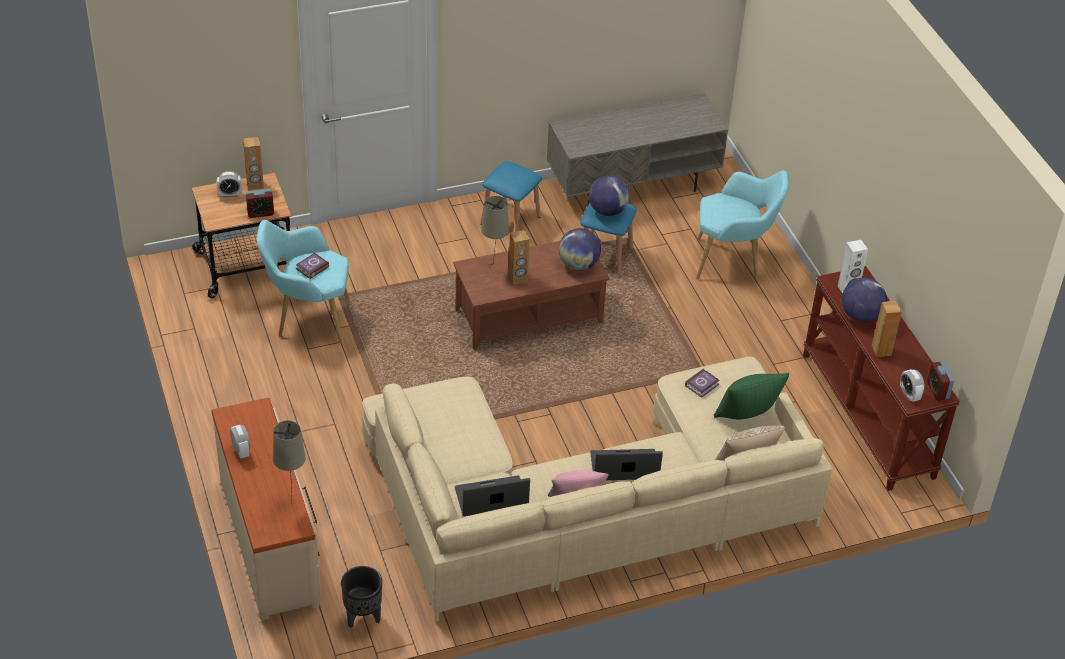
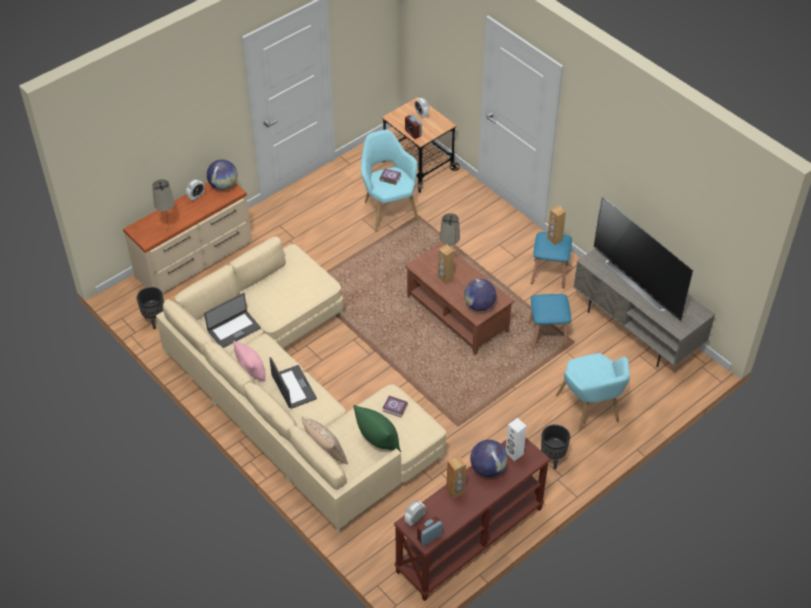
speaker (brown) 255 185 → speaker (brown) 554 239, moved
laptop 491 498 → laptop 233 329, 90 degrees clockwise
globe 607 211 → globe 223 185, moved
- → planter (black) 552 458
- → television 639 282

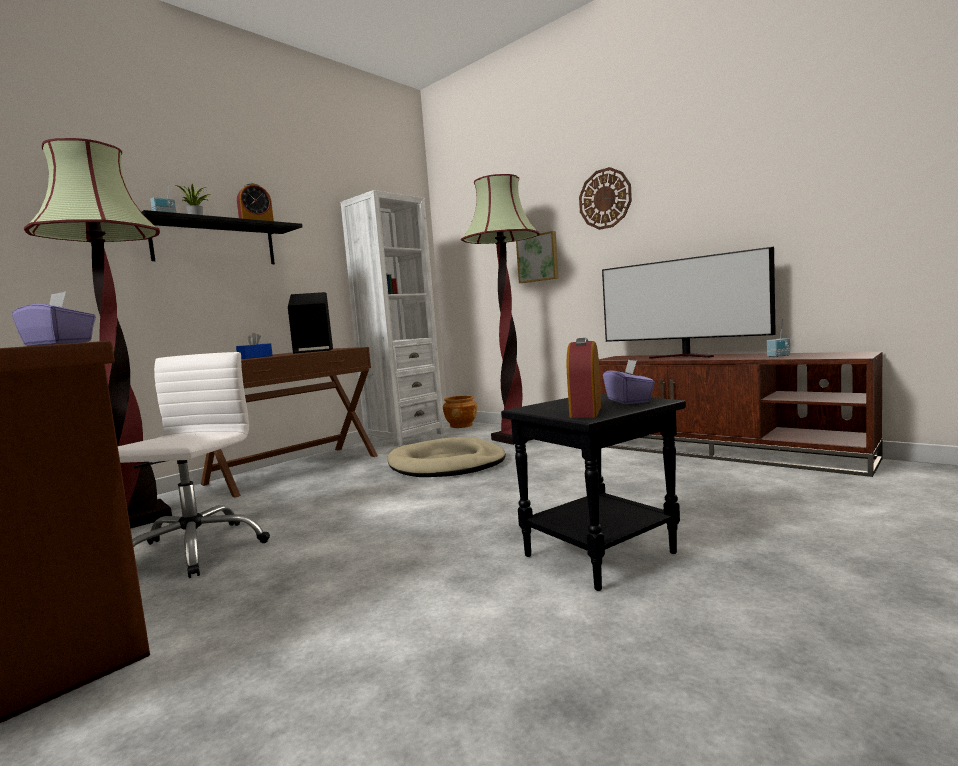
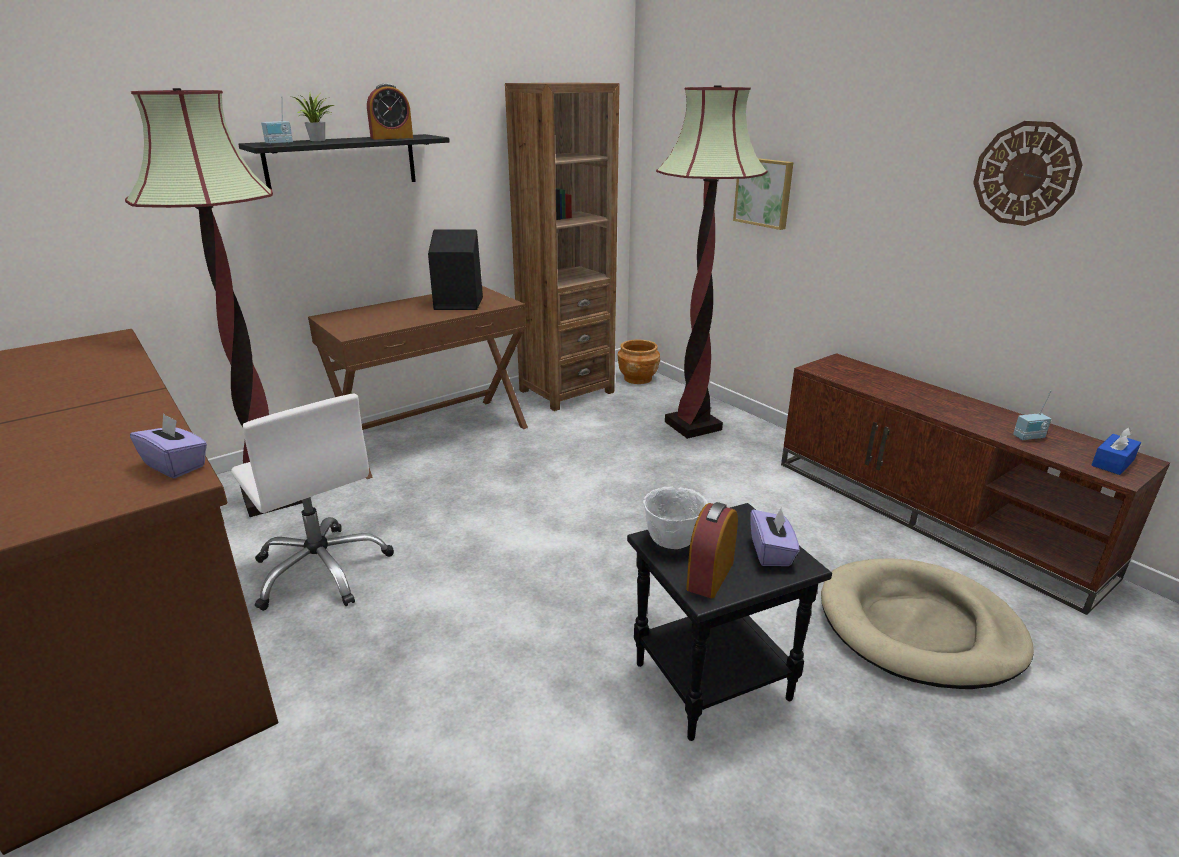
office chair (white) 194 550 → office chair (white) 322 569, 120 degrees clockwise
tissue box (blue) 255 357 → tissue box (blue) 1112 462, moved
bookcase (white) 405 437 → bookcase (brown) 566 391
dog bed (beige) 447 464 → dog bed (beige) 919 628, moved
wall clock 605 199 → wall clock 1025 174, moved
television 685 357 → -
- → bowl (white) 673 540

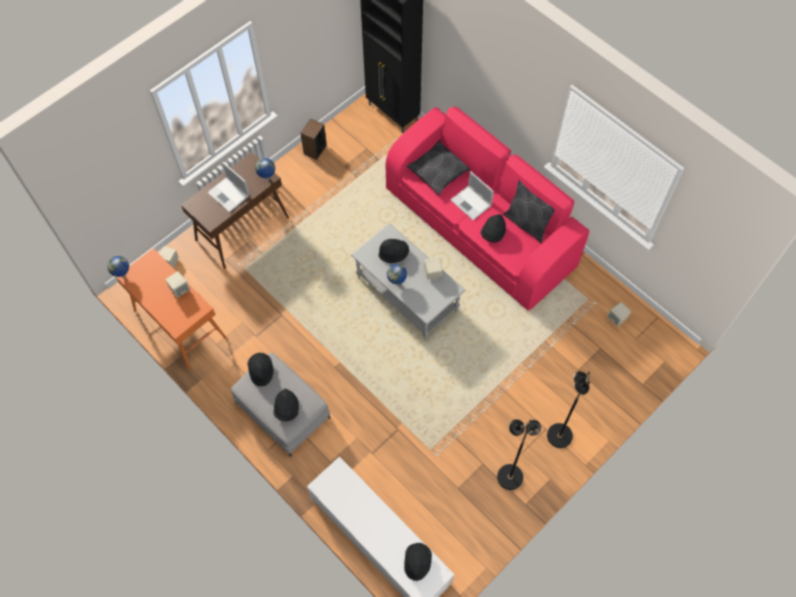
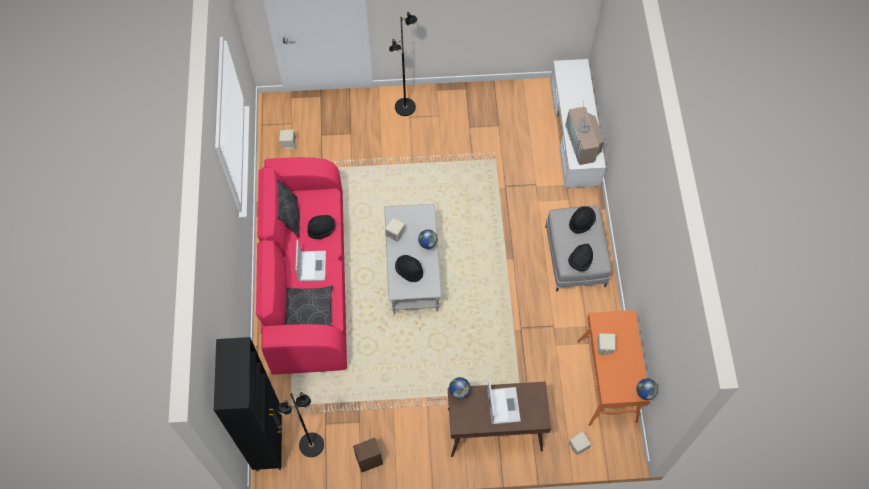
hat (black) 417 562 → -
floor lamp (black) 509 476 → floor lamp (black) 311 445, moved
- → television 583 143

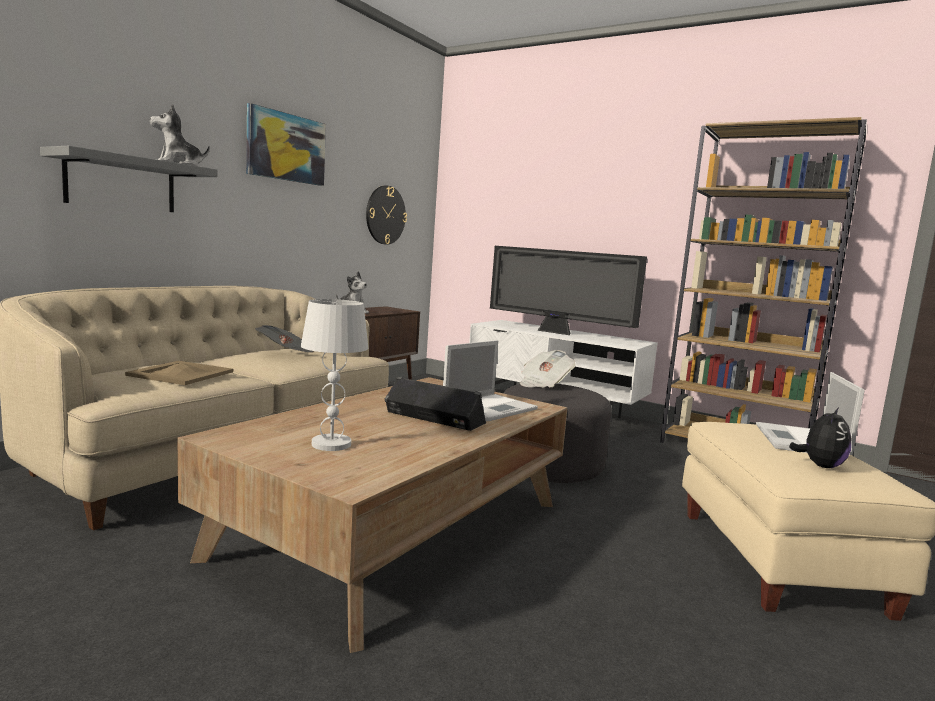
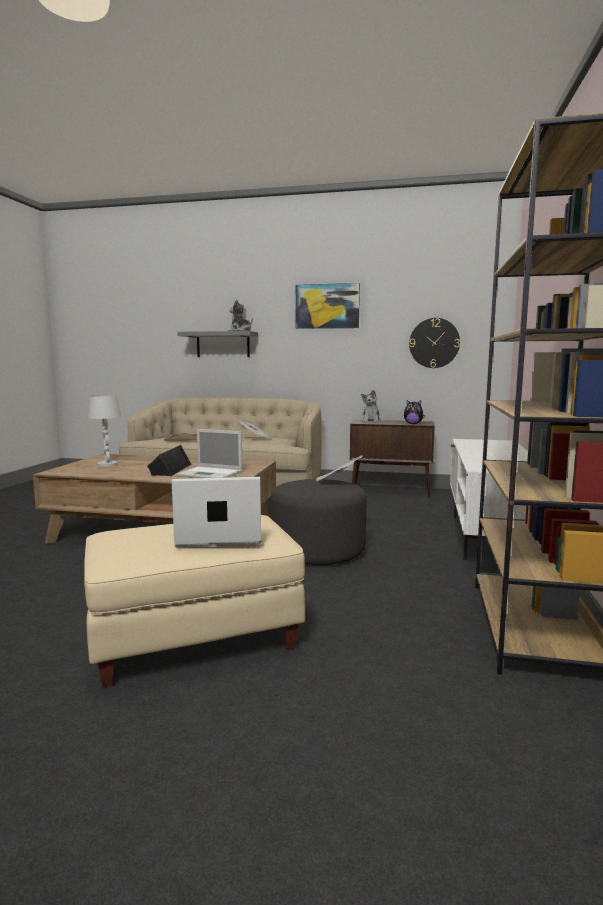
television 557 332 → -
plush toy 820 466 → plush toy 413 424, moved

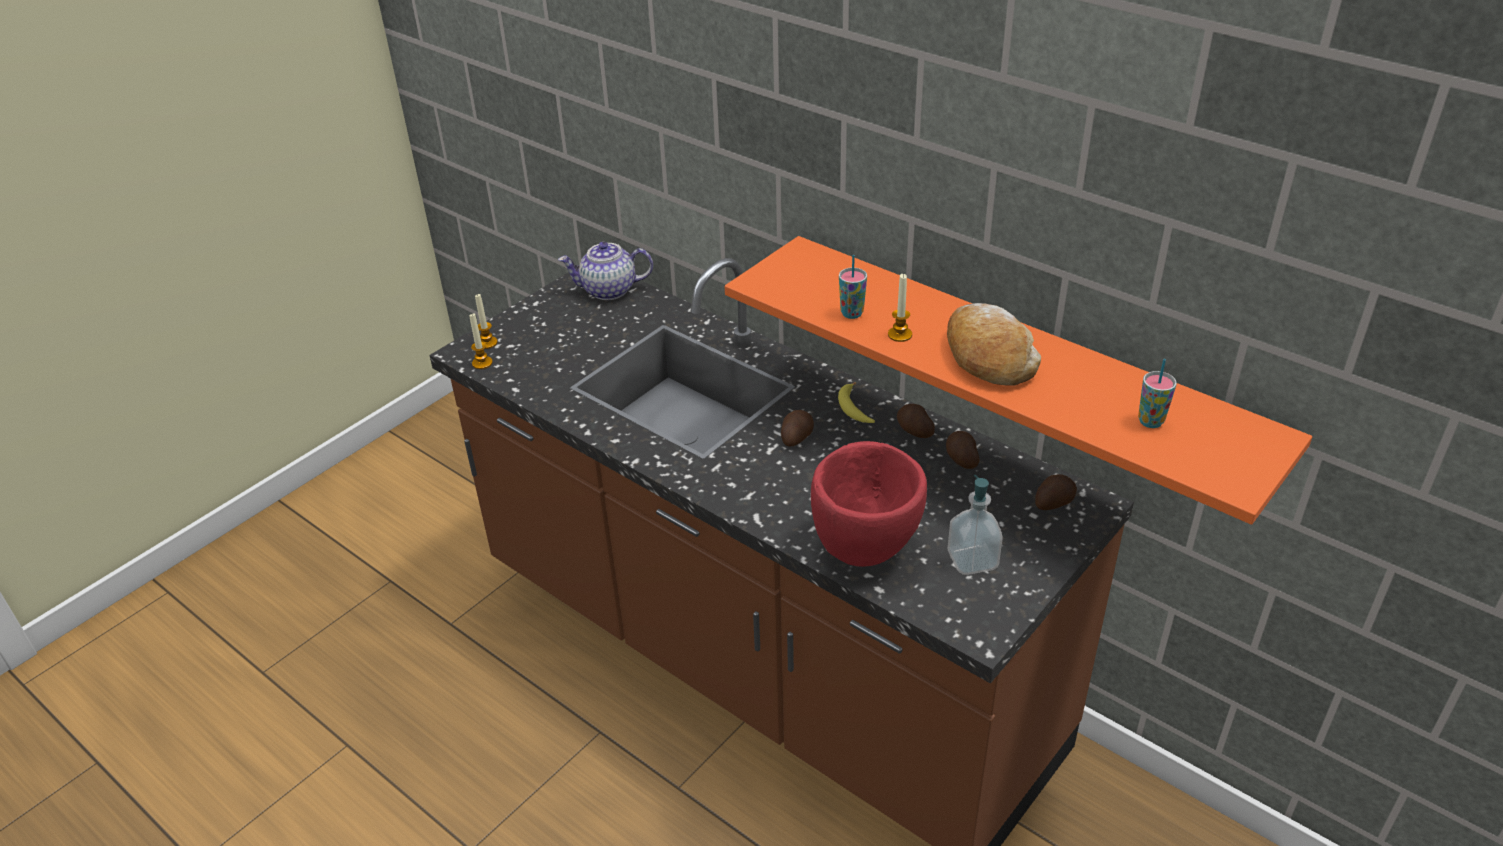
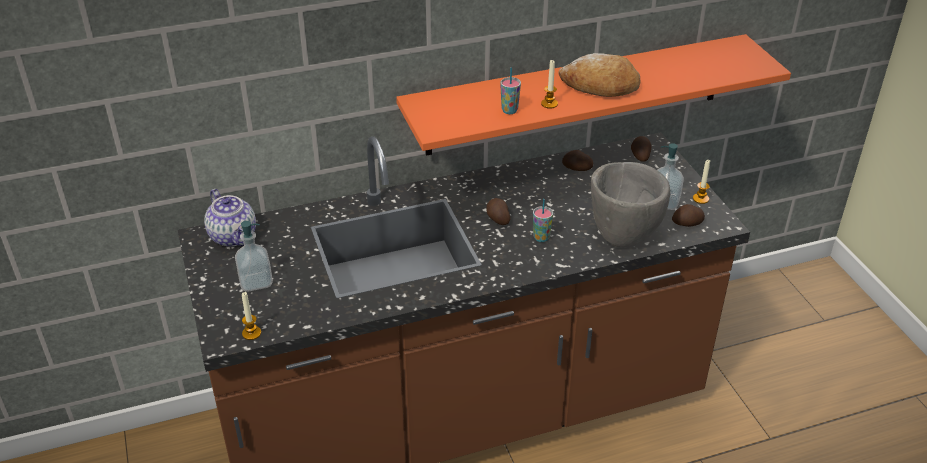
candle 487 343 → candle 700 199, moved
teapot 608 290 → teapot 234 236, 60 degrees counterclockwise
bowl (red) 866 548 → bowl (grey) 623 234
banana 854 409 → -
potato 914 431 → potato 687 224, moved
cup 1150 421 → cup 541 238, moved
- → soap dispenser 256 282

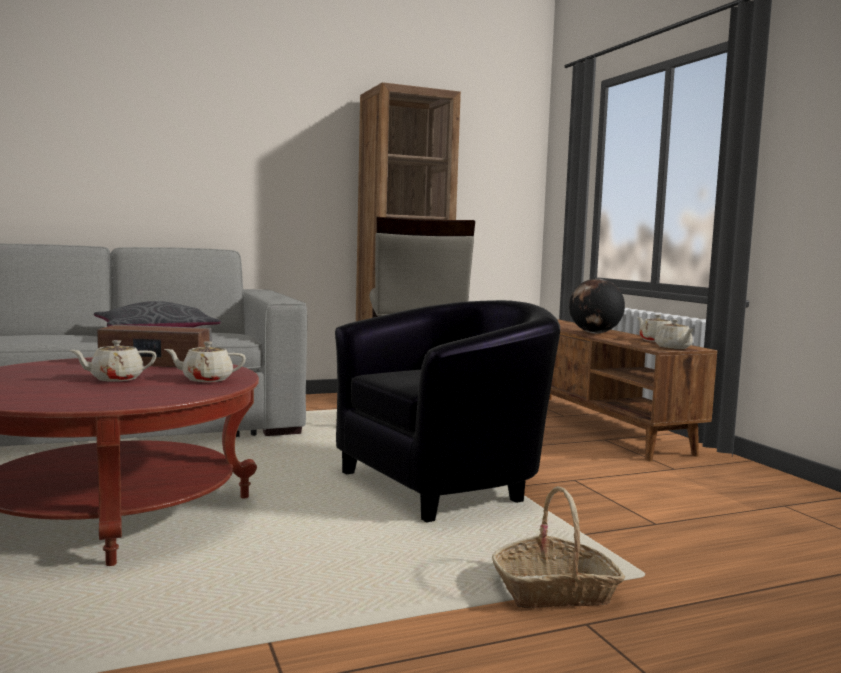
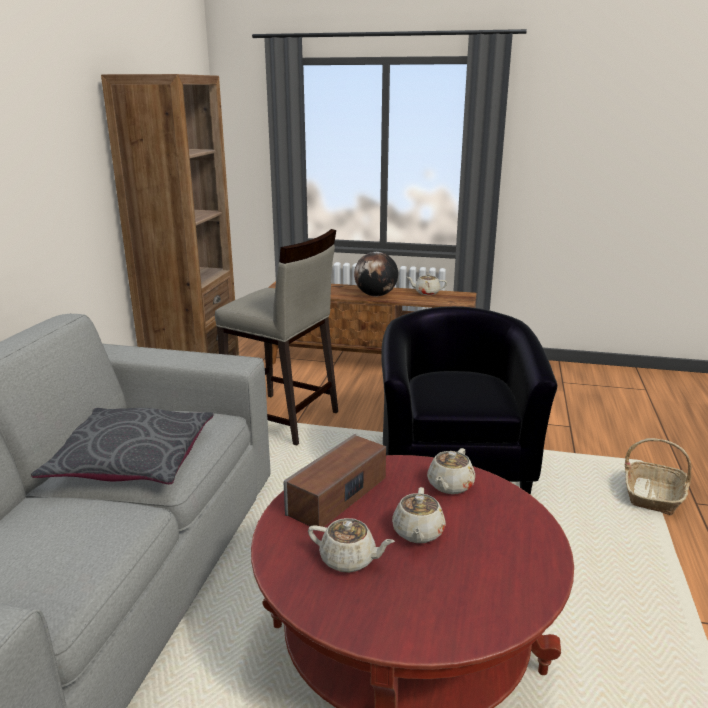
teapot (beige) 673 347 → teapot (beige) 349 560, moved

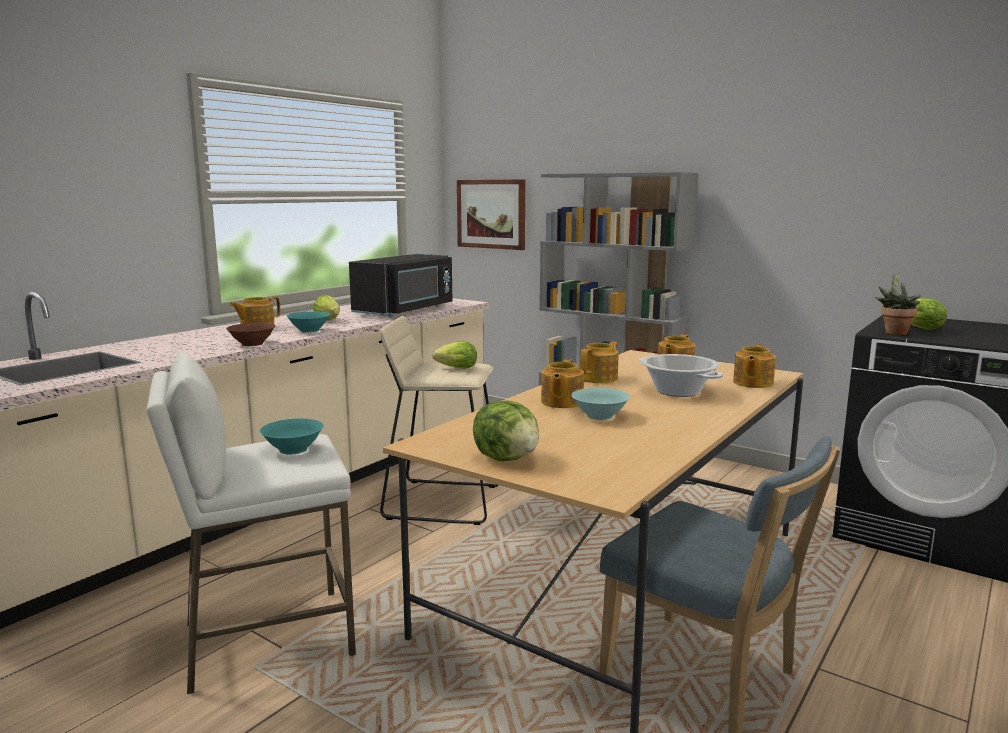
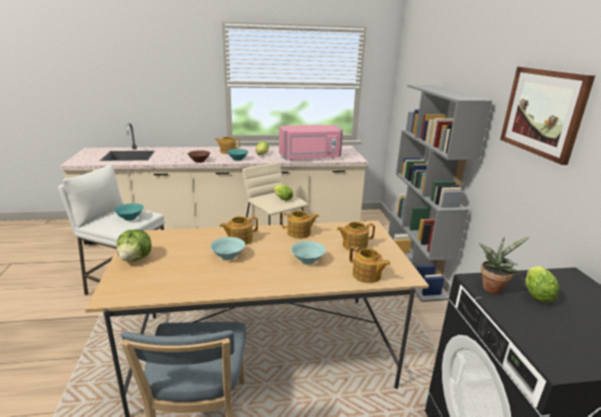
microwave (black) 406 311 → microwave (pink) 310 157
picture 491 214 → picture 543 112, moved
cooking pot 677 391 → bowl (turquoise) 307 260
teapot 752 383 → teapot 367 275, 120 degrees counterclockwise

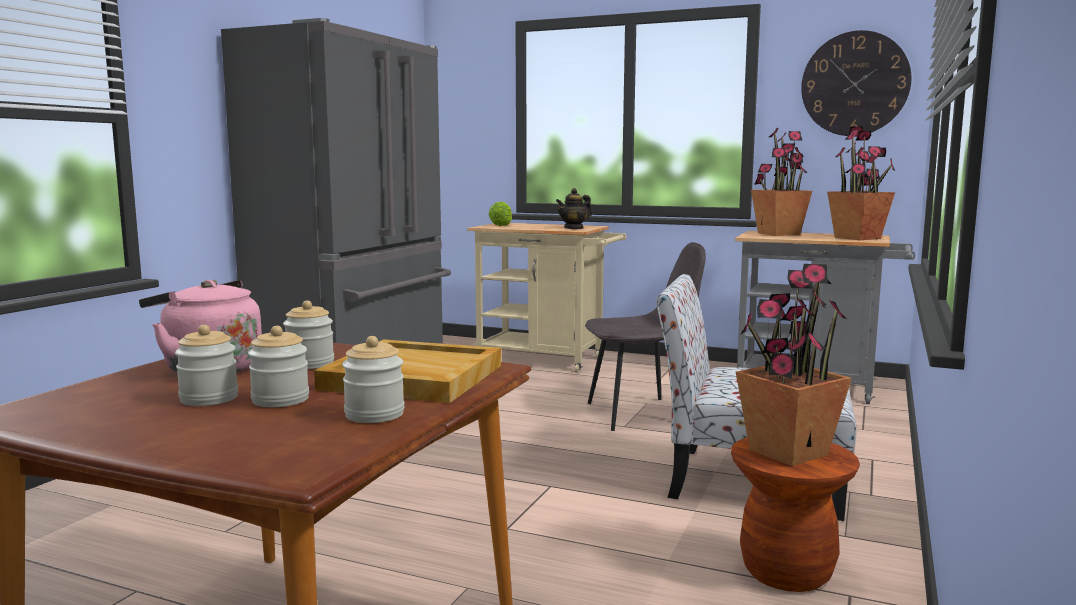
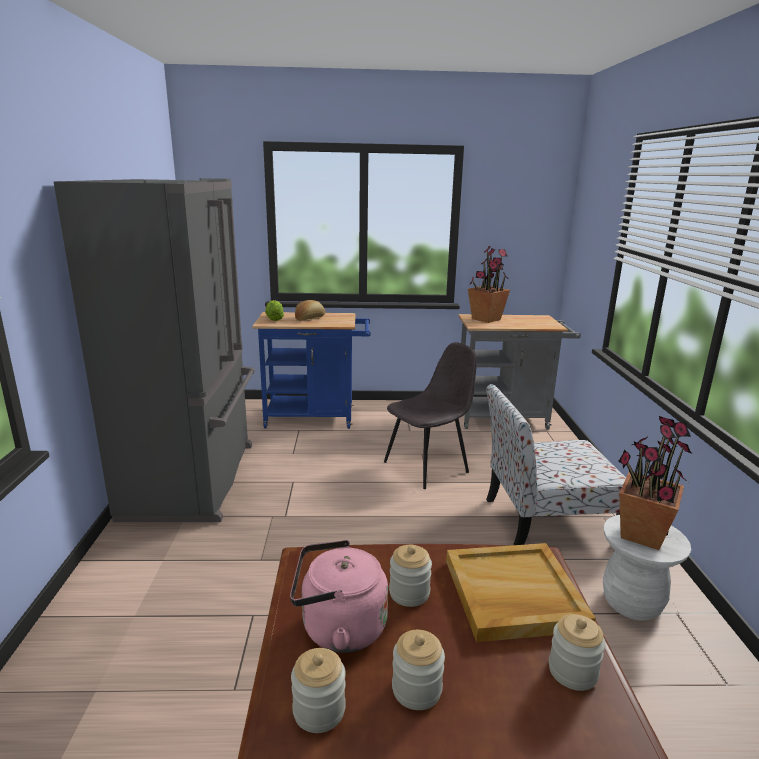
jar 280 400 → jar 319 710, moved
cart (beige) 547 360 → cart (blue) 316 418
teapot 574 228 → -
stool (brown) 786 572 → stool (white) 631 603
wall clock 855 84 → -
potted plant 858 238 → -
- → bread 309 318

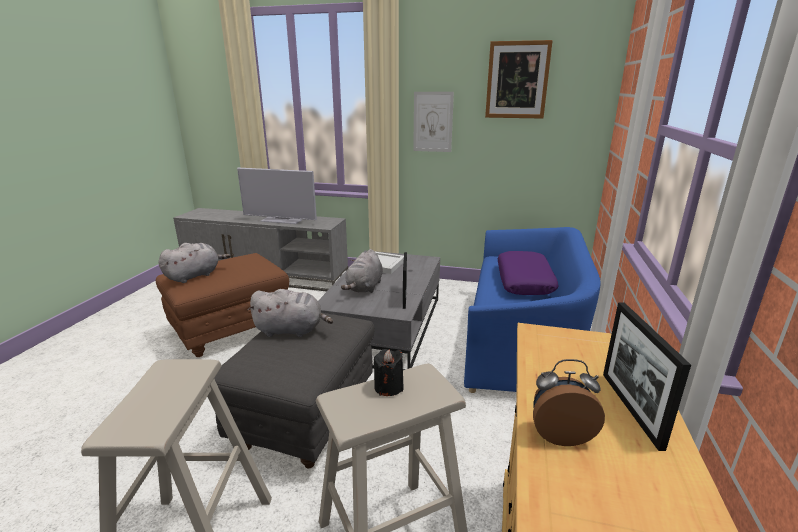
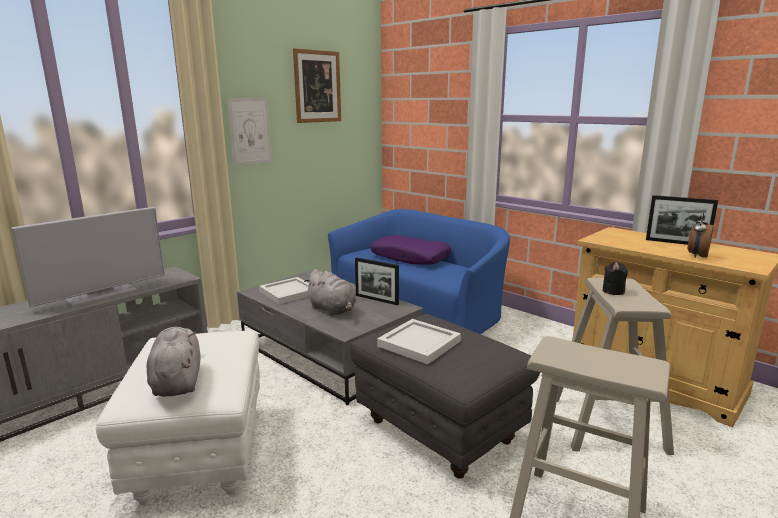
ottoman (brown) 231 331 → ottoman (white) 200 454
plush toy (grey) 291 330 → tray (white) 419 343

